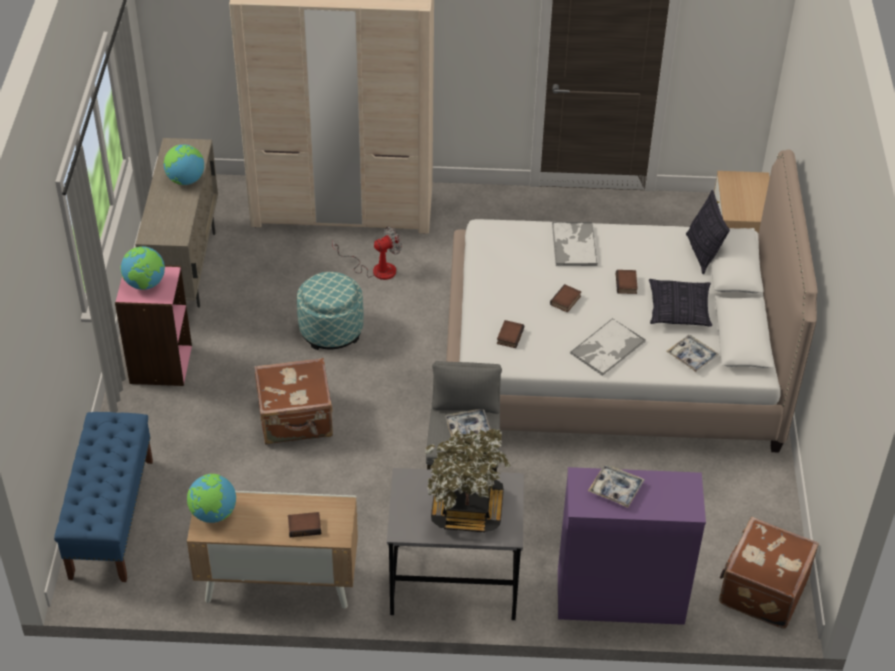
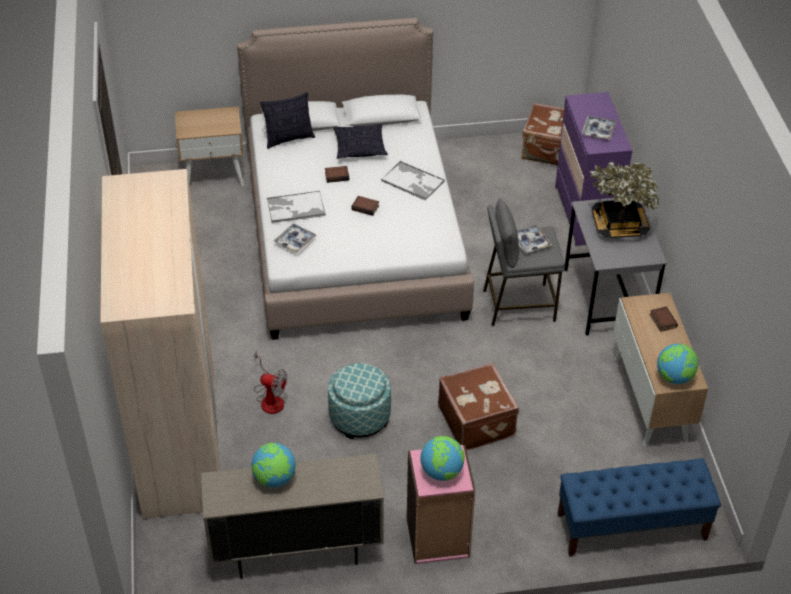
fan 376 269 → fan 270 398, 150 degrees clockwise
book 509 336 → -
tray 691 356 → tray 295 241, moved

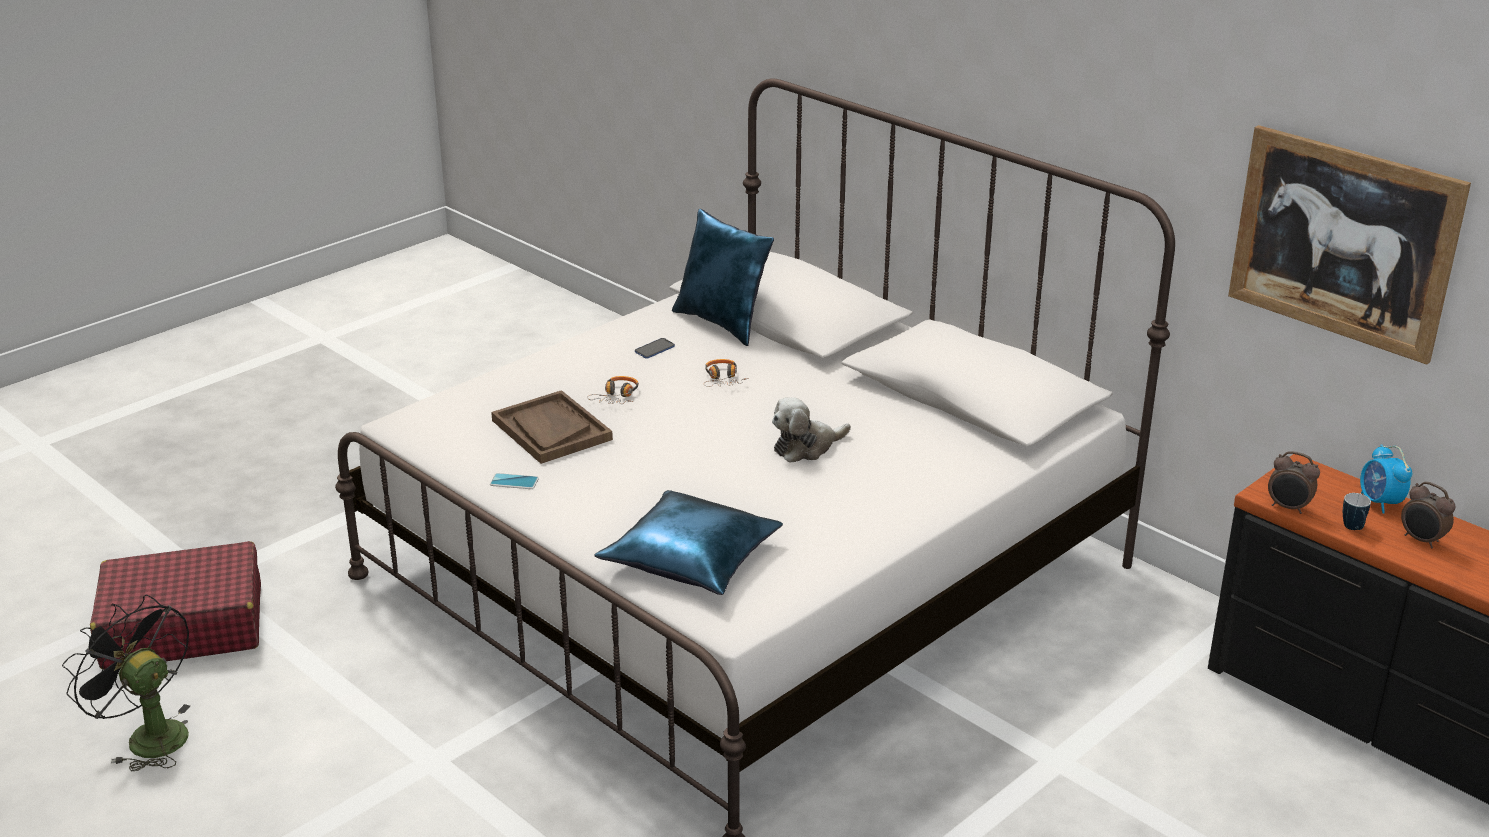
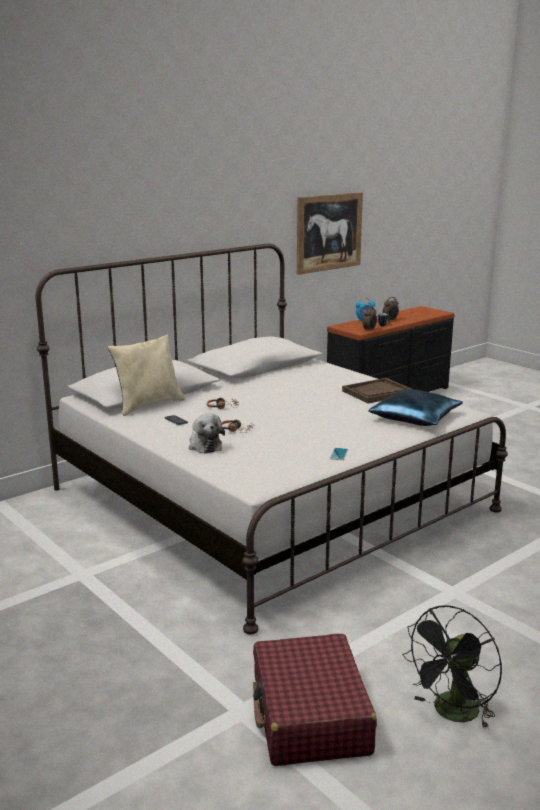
tray (brown) 551 430 → tray (brown) 377 392, moved
pillow (blue) 723 323 → pillow (beige) 148 405
plush toy 806 447 → plush toy 204 445, moved

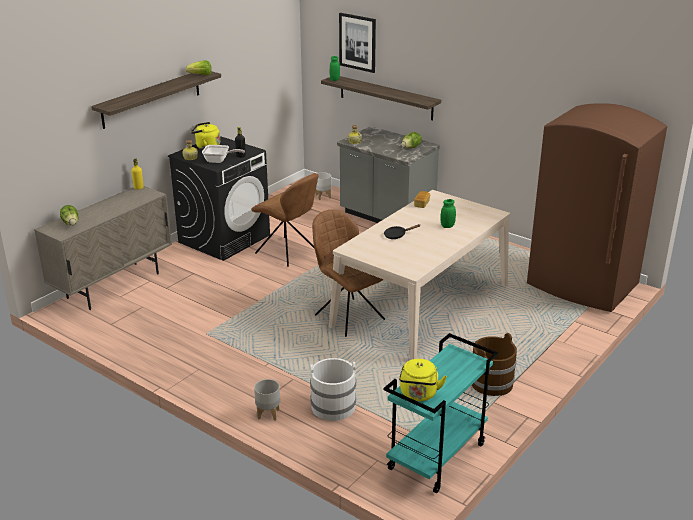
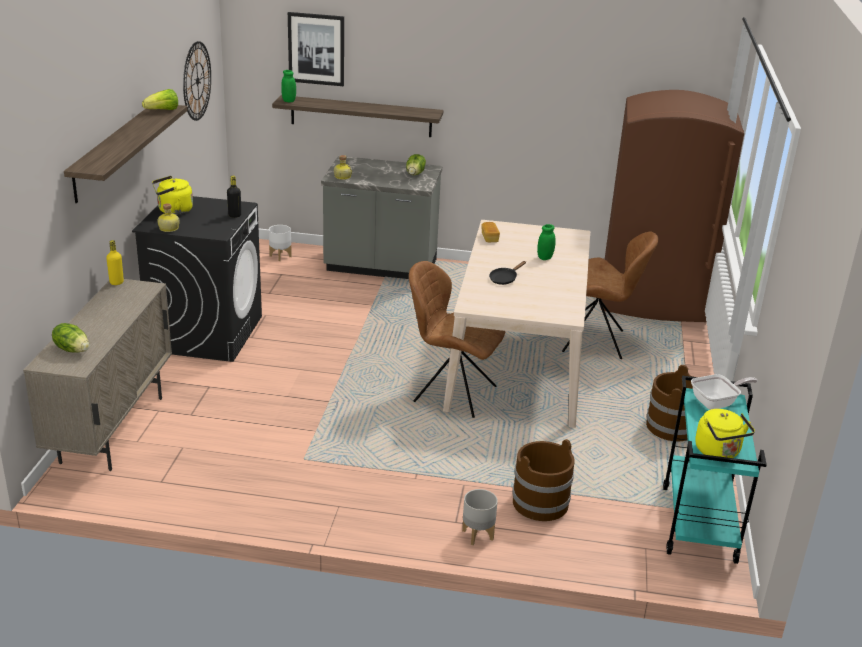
frying pan 219 161 → frying pan 717 403, moved
chair (brown) 288 252 → chair (brown) 596 342, moved
bucket (white) 333 406 → bucket (brown) 540 503
- → wall clock 197 81

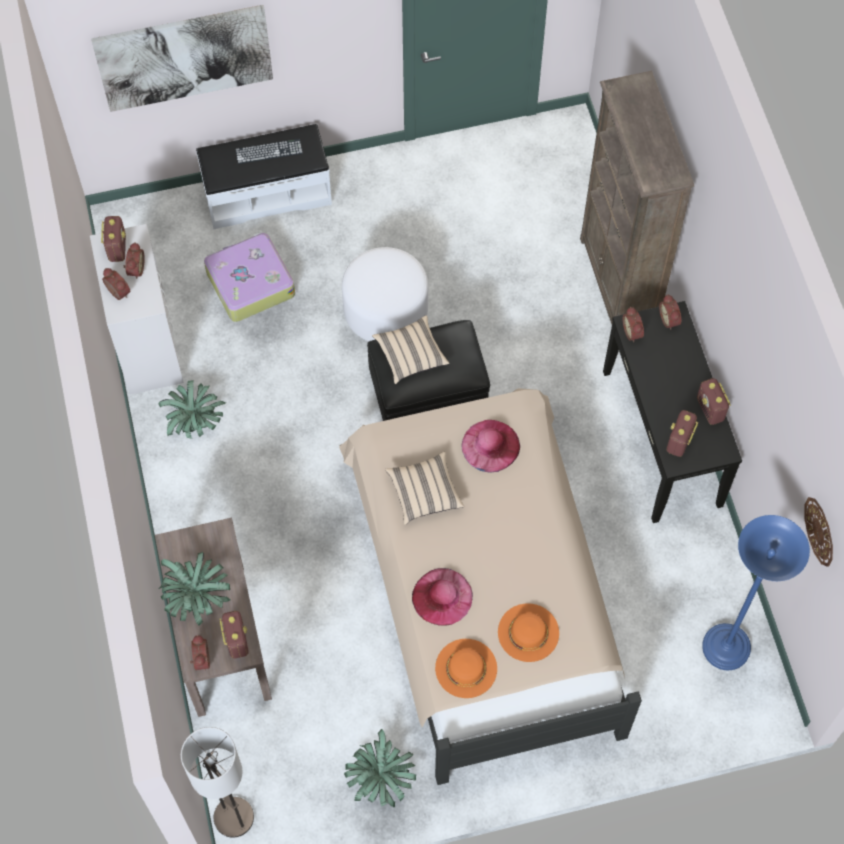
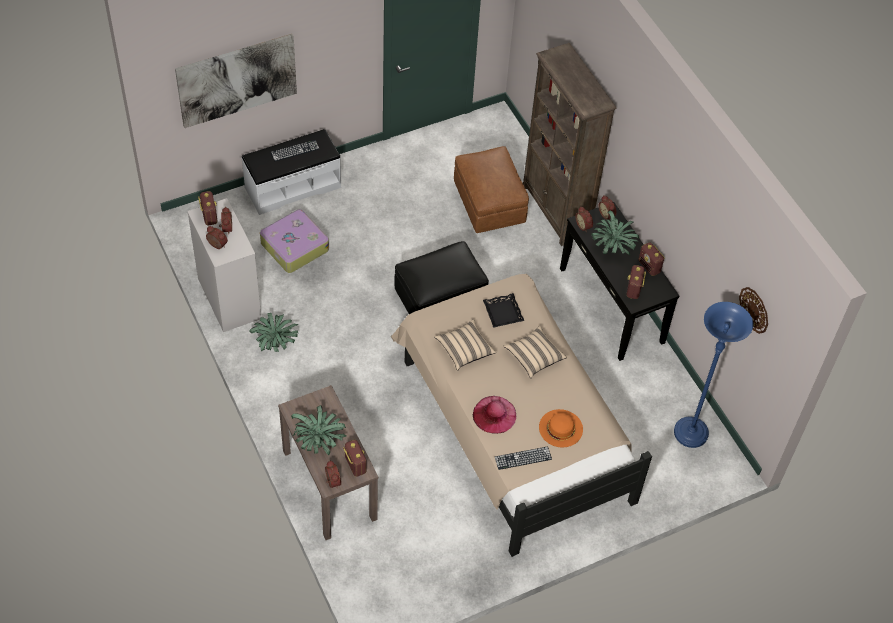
floor lamp 233 817 → -
ottoman (white) 385 310 → -
potted plant 381 778 → potted plant 613 246, moved
pillow (beige) 410 355 → pillow (beige) 534 357, moved
hat (orange) 466 668 → keyboard 523 458
hat (pink) 490 445 → tray (black) 503 313
- → ottoman (brown) 488 204

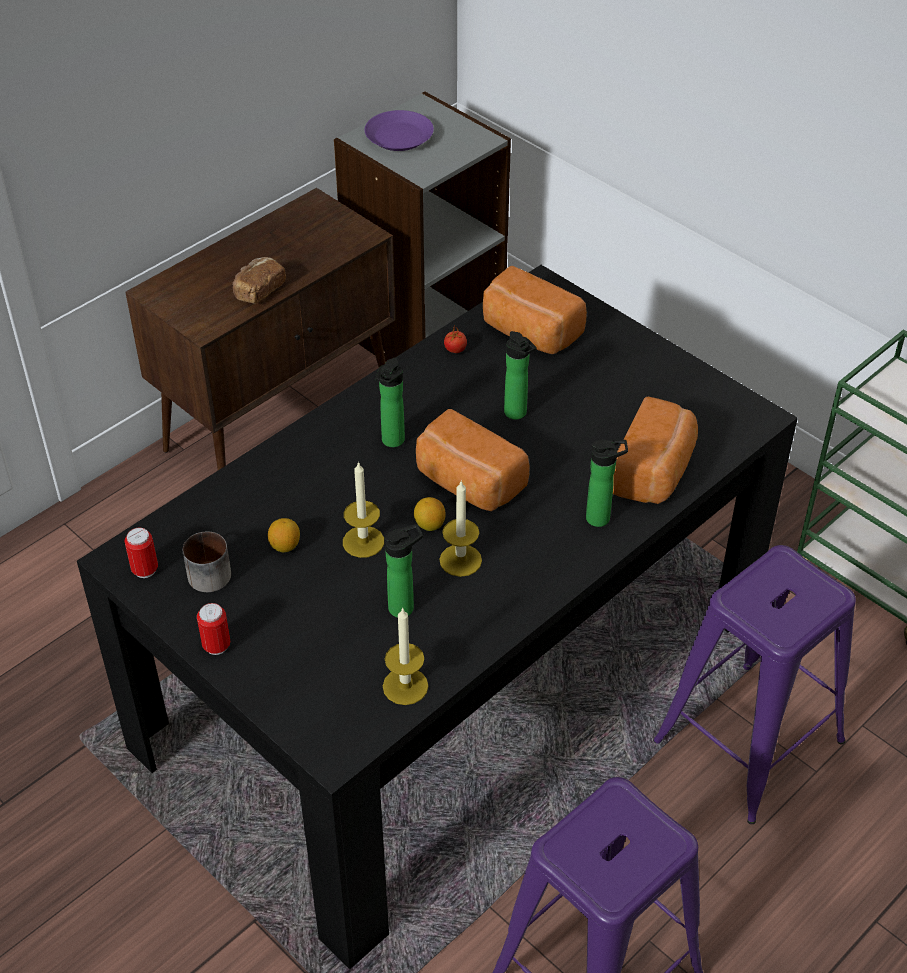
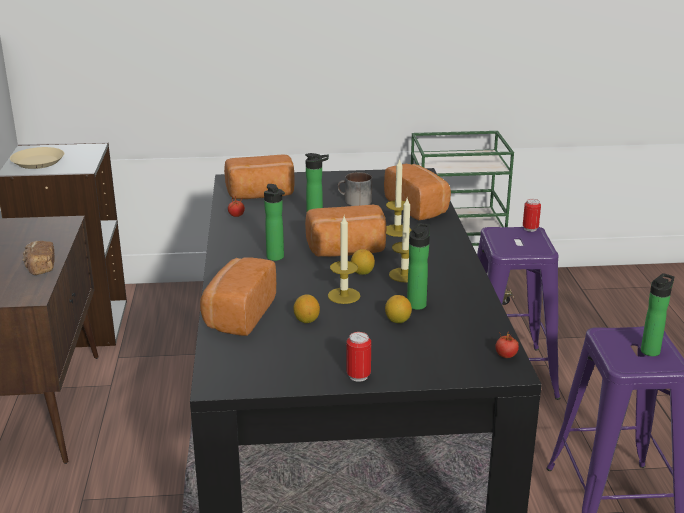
can 145 570 → can 530 229, moved
mug 206 572 → mug 354 201, moved
plate (purple) 399 137 → plate (beige) 38 162
candle 405 686 → candle 397 230, moved
bottle 602 518 → bottle 651 350, moved
- → bread 238 315
- → lemon 398 321
- → tomato 506 356

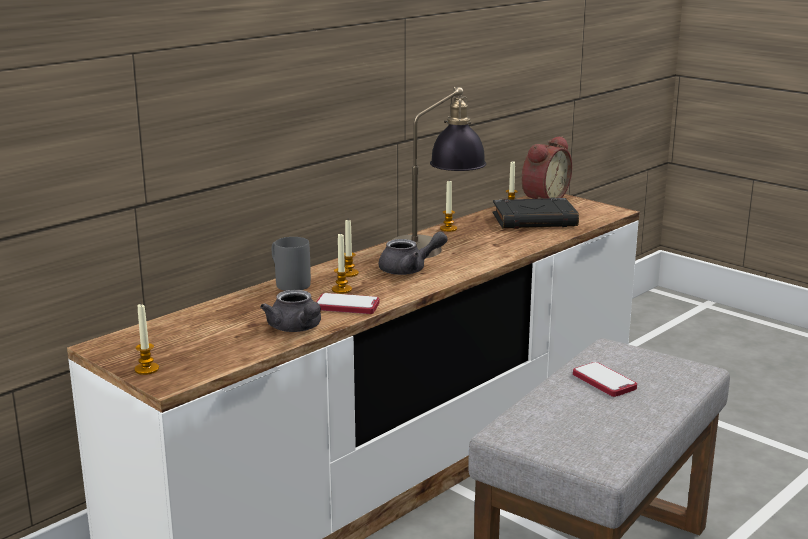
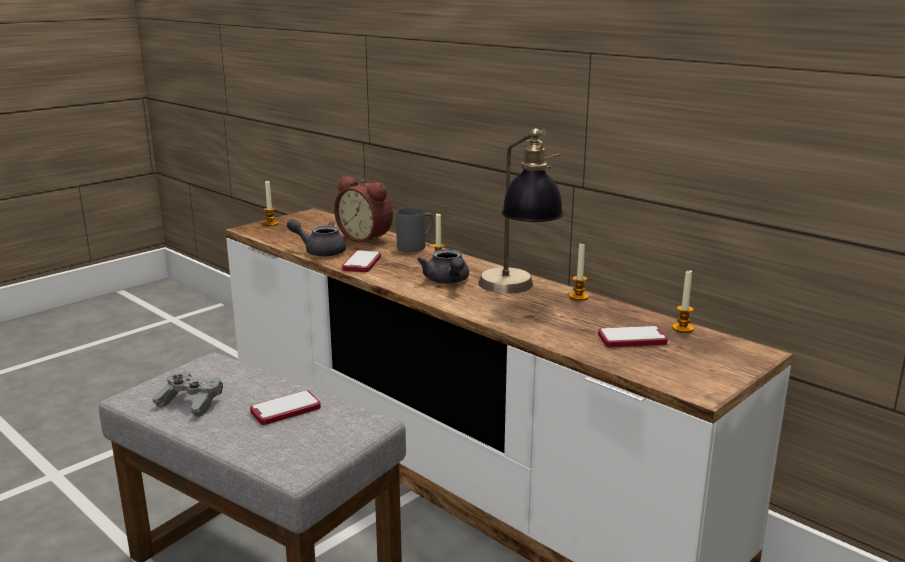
teapot (grey) 296 329 → teapot (grey) 320 251, 45 degrees clockwise
candle 341 289 → -
book (black) 535 220 → phone 632 339
alarm clock 542 199 → alarm clock 366 238, moved
- → game controller (grey) 190 403

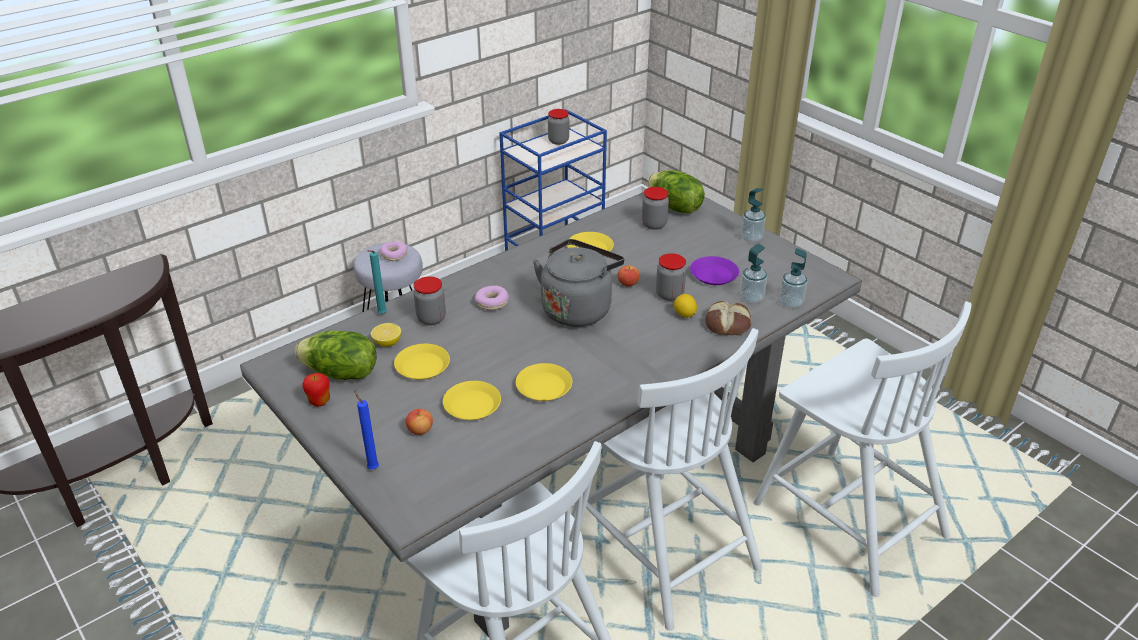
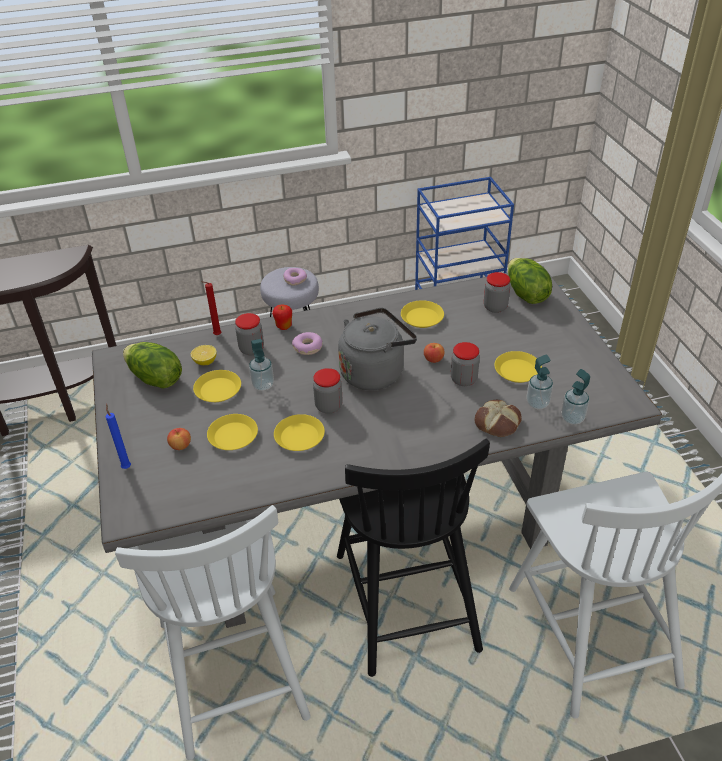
apple 319 401 → apple 284 326, moved
candle (turquoise) 381 315 → candle (red) 216 335
jar 558 141 → jar 328 406, moved
chair (white) 660 545 → chair (black) 405 597
lemon 684 315 → -
plate (purple) 713 274 → plate (yellow) 517 370
soap dispenser 751 238 → soap dispenser 263 385, moved

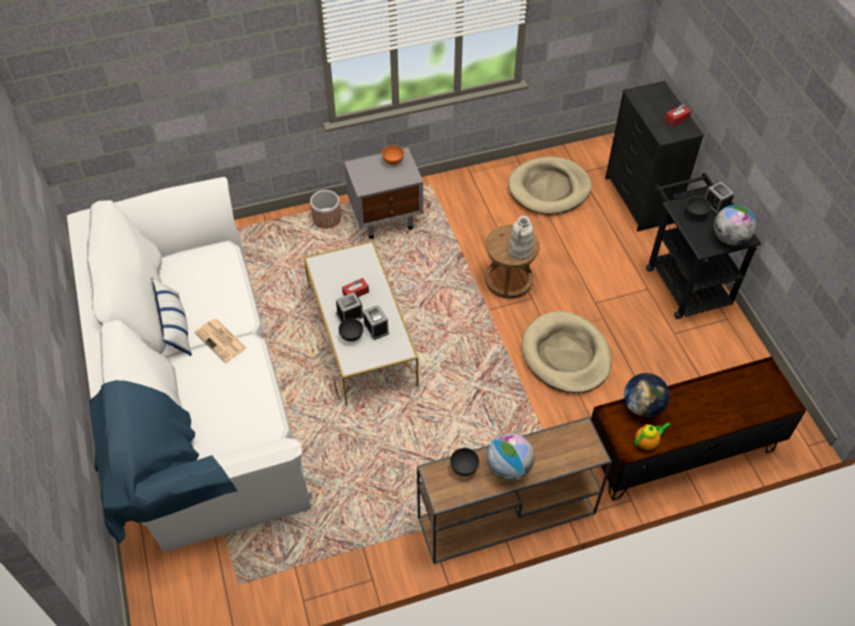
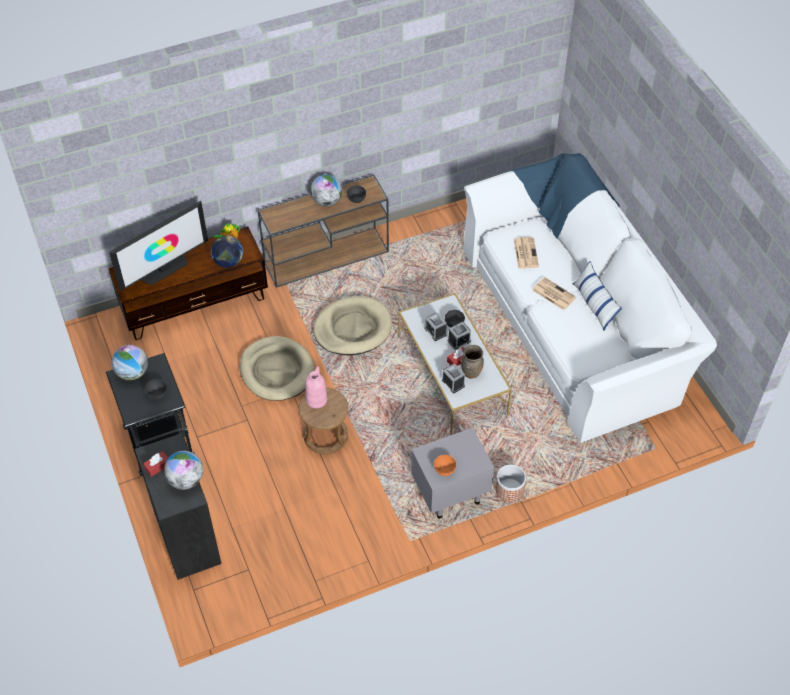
dog bed (beige) 549 189 → dog bed (beige) 353 328, moved
vase (white) 520 252 → vase (pink) 316 399
alarm clock 716 205 → alarm clock 453 383, moved
- → television 164 269
- → globe 186 480
- → vase (brown) 471 372
- → newspaper 525 253

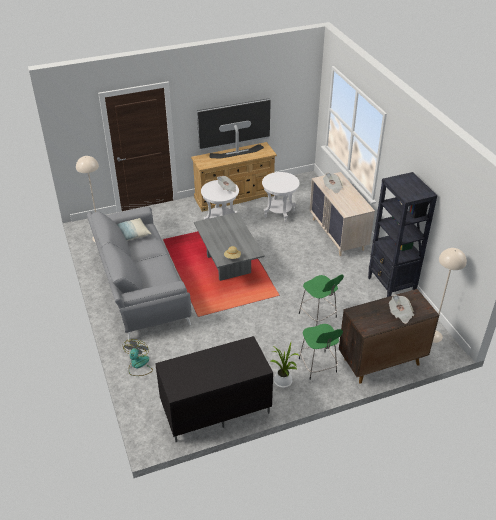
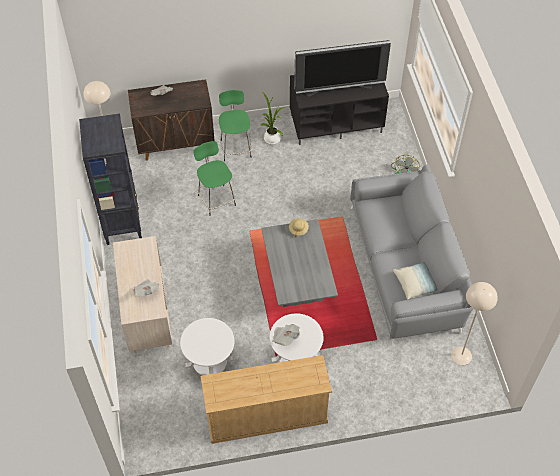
television 236 151 → television 338 88, moved

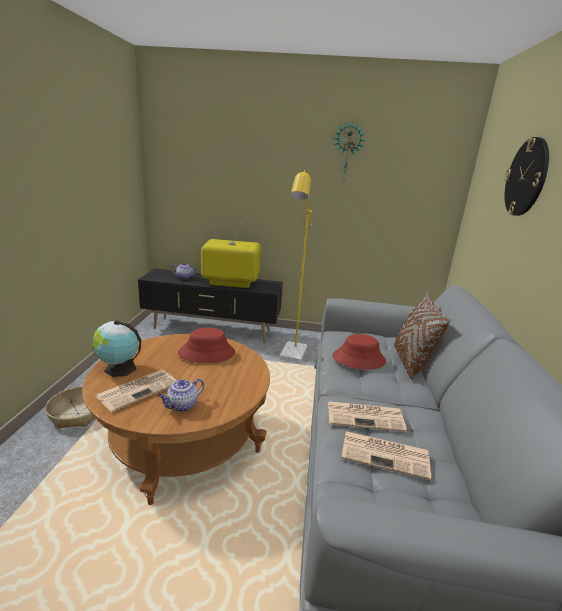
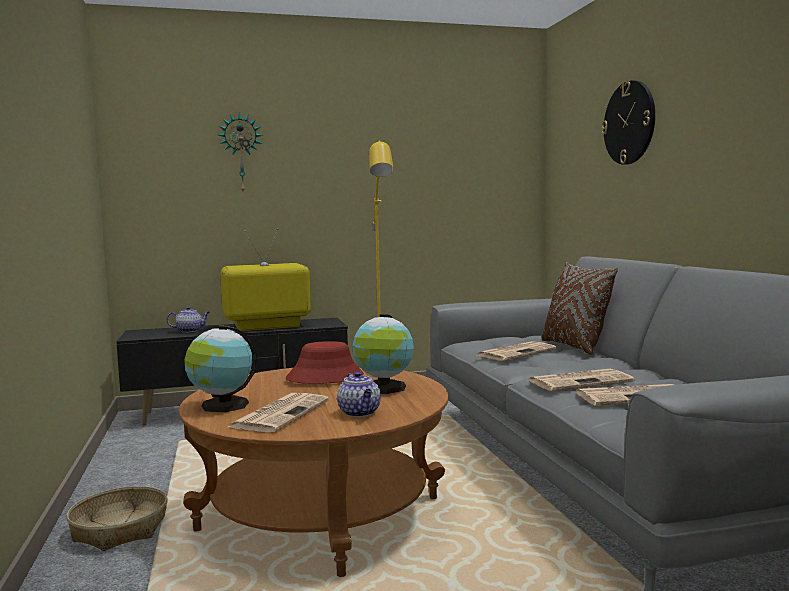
teapot 182 406 → teapot 360 413, 45 degrees counterclockwise
hat (red) 358 359 → newspaper 516 352
wall clock 347 152 → wall clock 241 153, moved
- → globe 384 388

